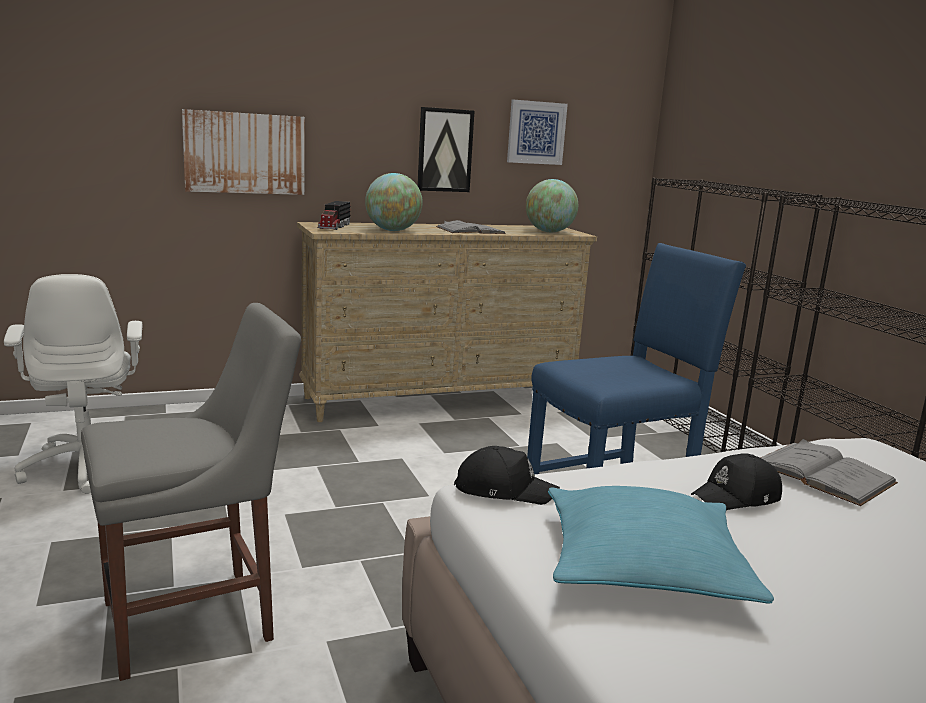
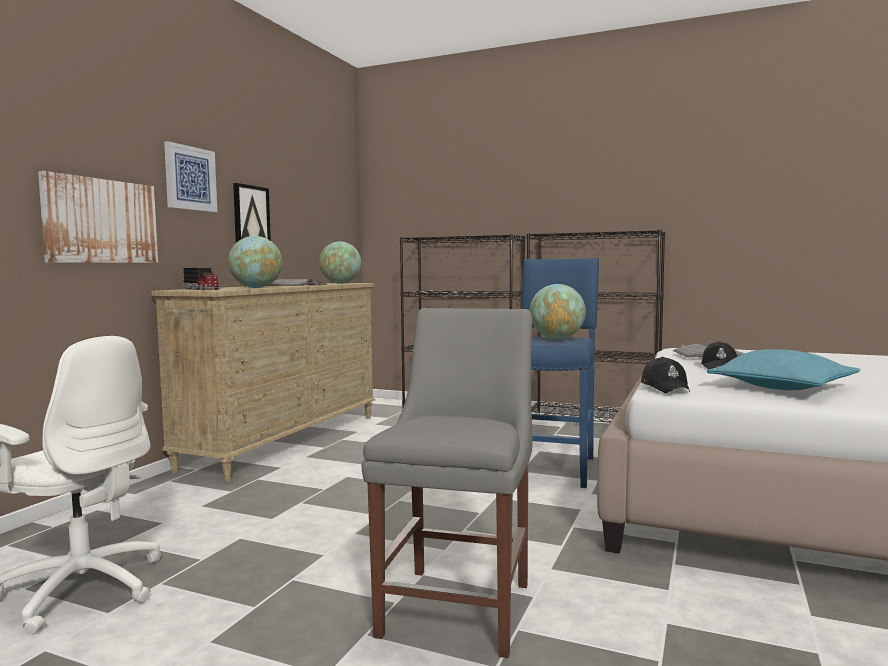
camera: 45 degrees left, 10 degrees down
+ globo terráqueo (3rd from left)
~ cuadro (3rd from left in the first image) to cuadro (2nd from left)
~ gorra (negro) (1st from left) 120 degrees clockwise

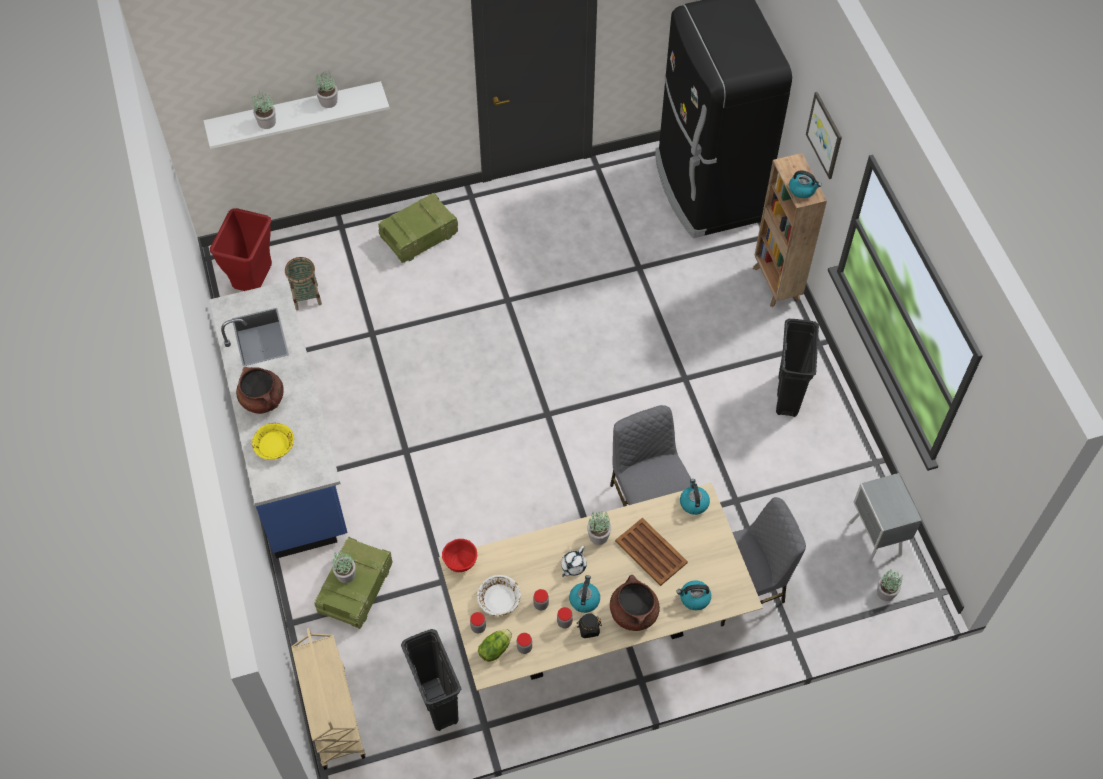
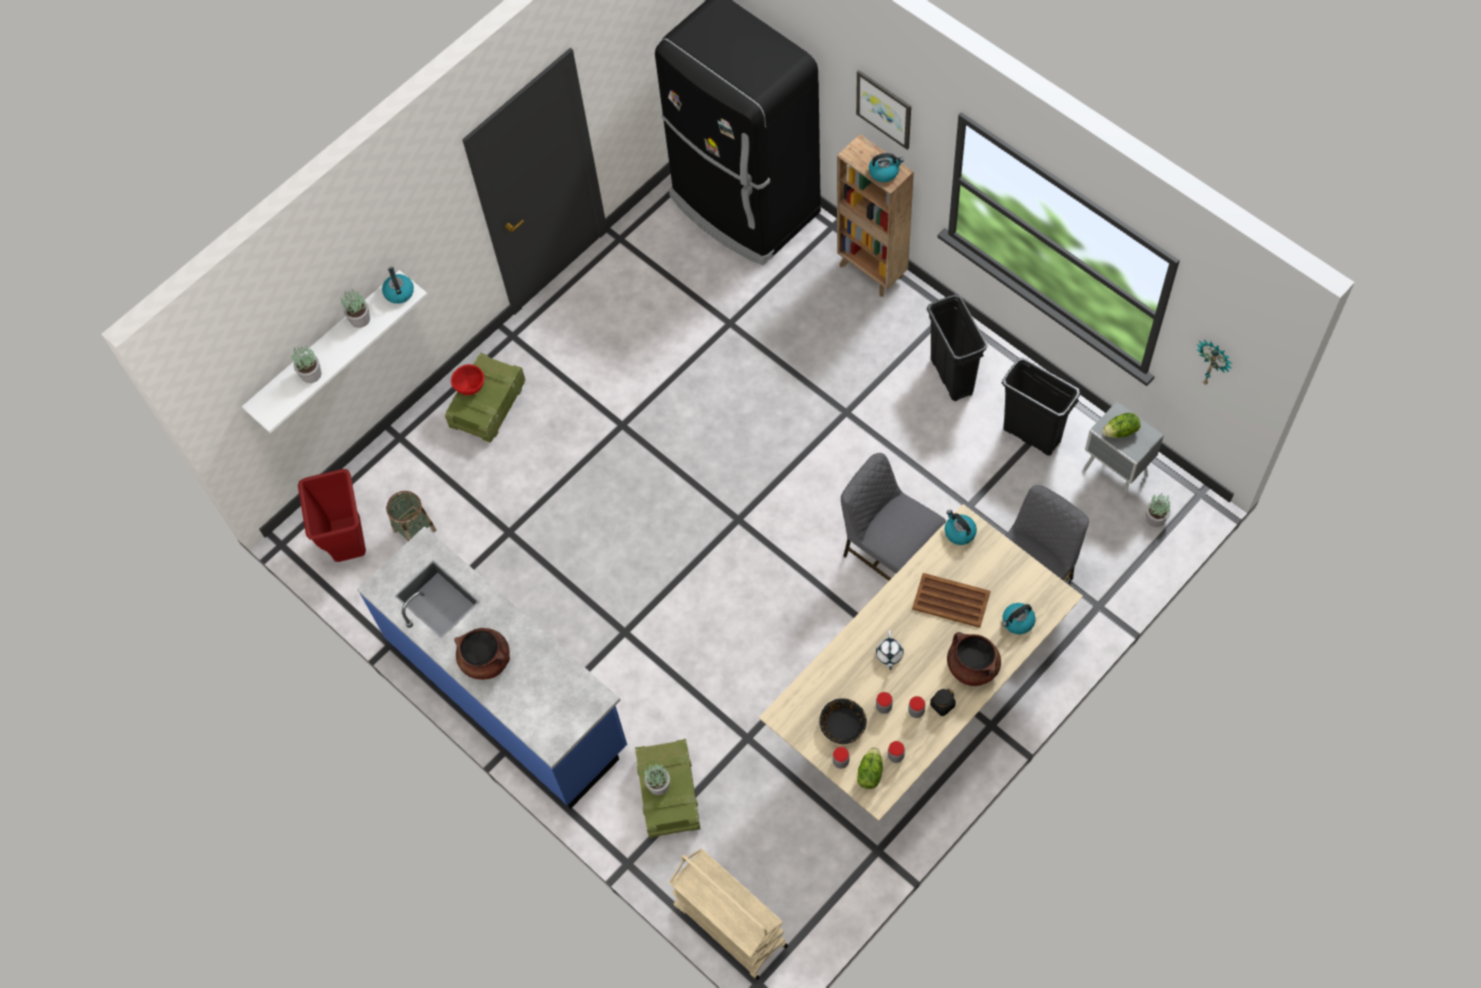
camera: 25 degrees left, 5 degrees up
- cuenco (amarillo)
- planta en maceta (4th from left)
+ lechuga (2nd from left)
+ reloj de pared
~ papelera (negro) (1st from left in the first image) to papelera (negro) (2nd from left)
~ cuenco (rojo)
~ hervidor (1st from left)
~ cuenco (blanco) to cuenco (negro)

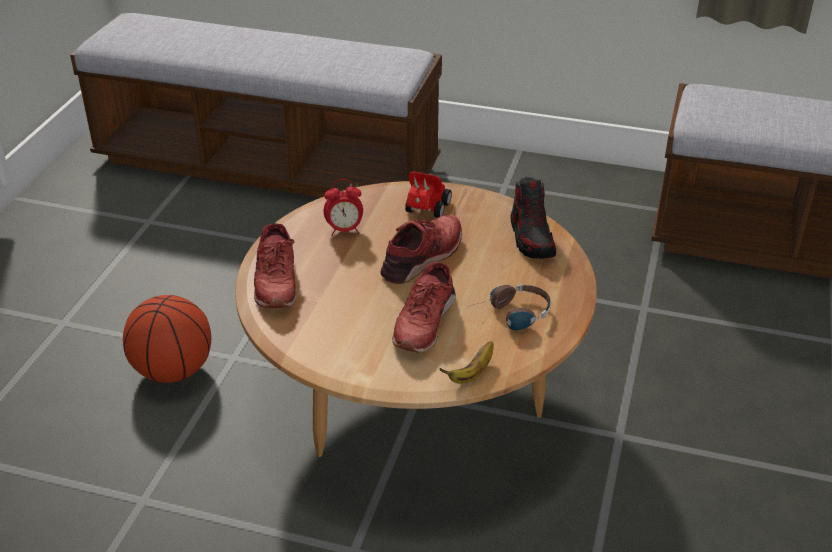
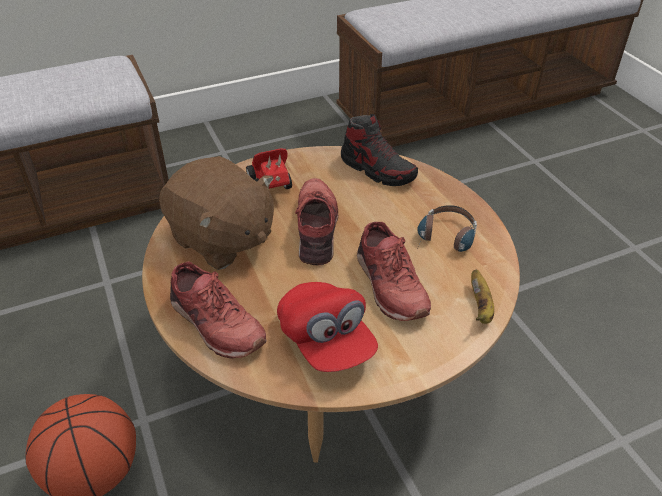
camera: 40 degrees left, 5 degrees up
+ gorra (rojo)
~ despertador to peluche (marrón)

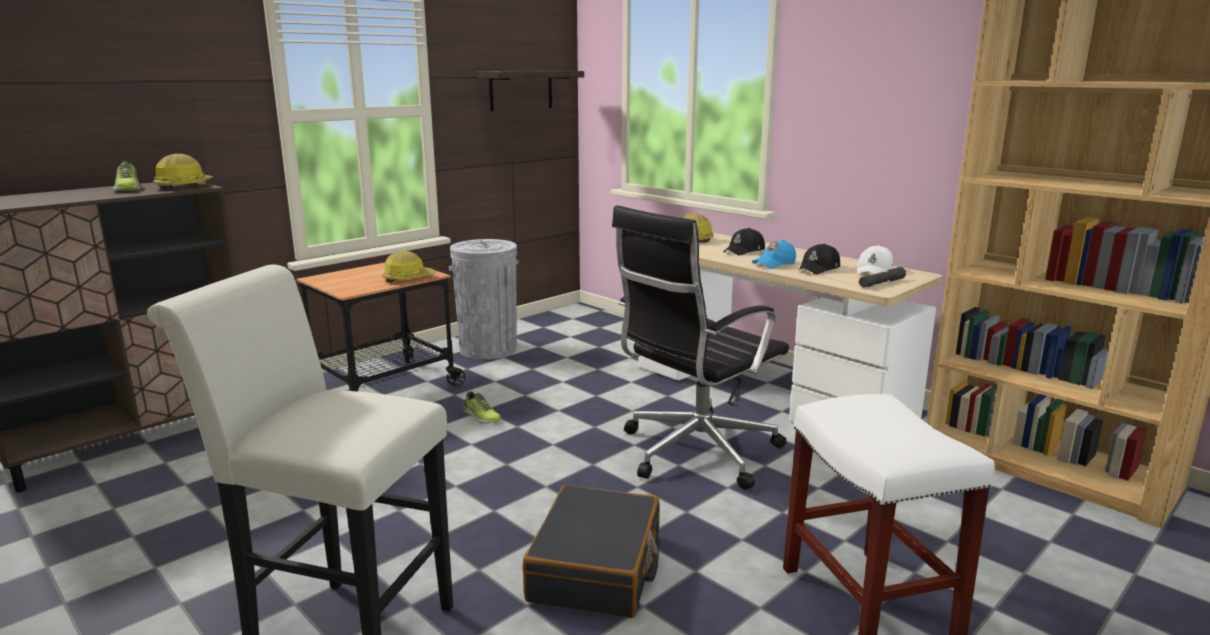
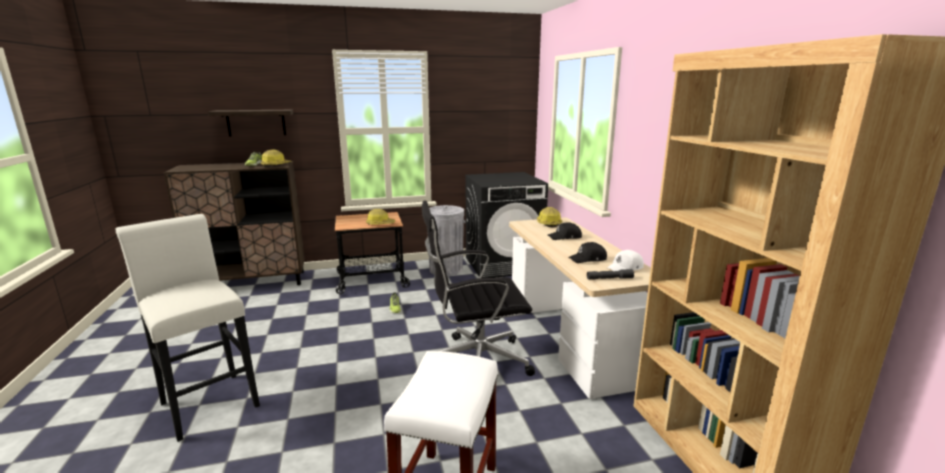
camera: 30 degrees right, 0 degrees up
- maleta (negro)
- gorra (azul)
+ lavadora (negro)
~ estante

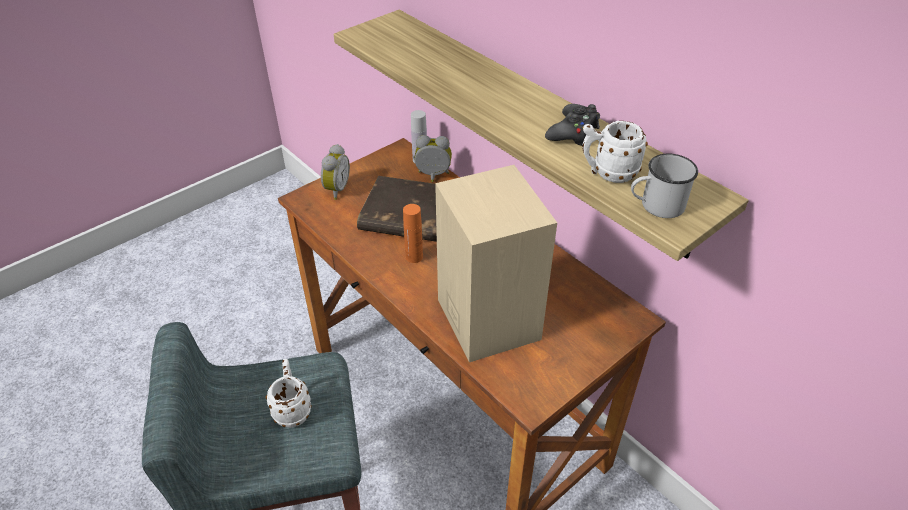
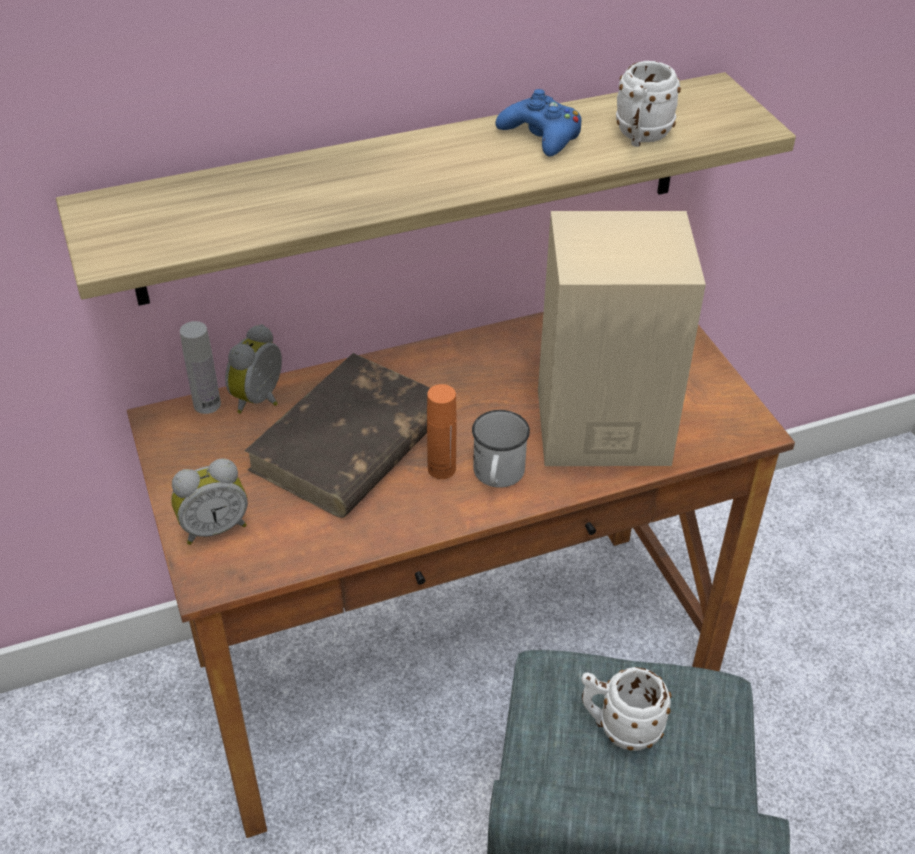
camera: 70 degrees left, 0 degrees up
~ taza grande (blanco) (3rd from left in the first image) to taza grande (blanco) (1st from left)
~ mando de consola (negro) to mando de consola (azul)
~ despertador (1st from left) 120 degrees clockwise

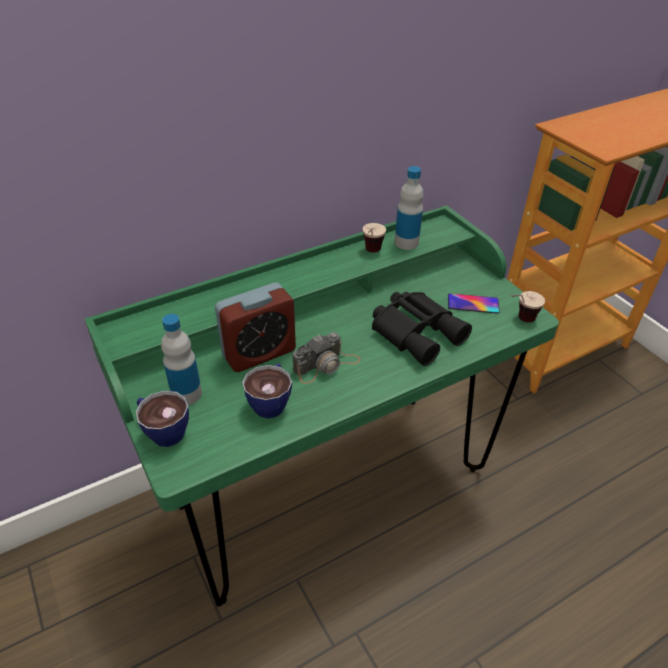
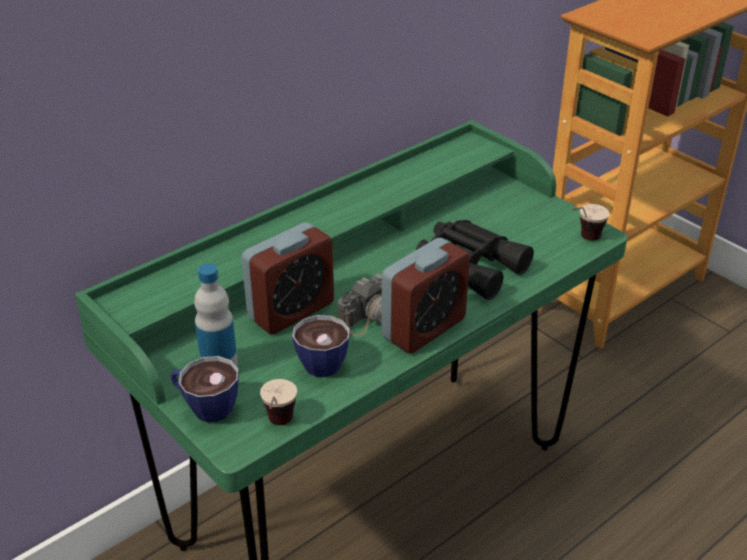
camera: 10 degrees left, 5 degrees down
- botella (2nd from left)
- móvil
+ despertador (2nd from left)
~ taza (3rd from left in the first image) to taza (2nd from left)

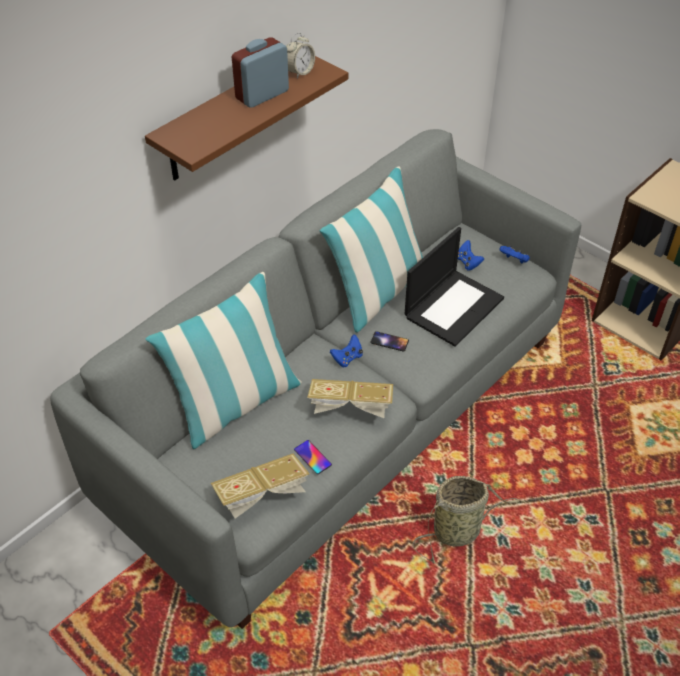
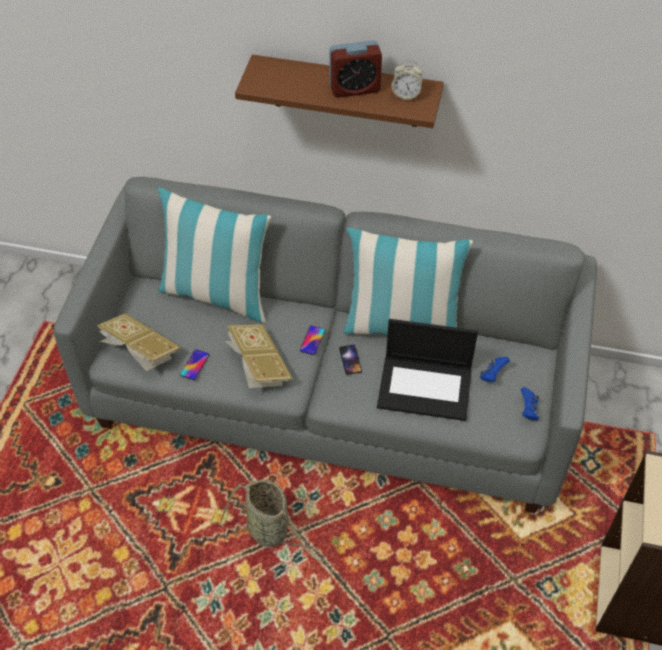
camera: 60 degrees right, 5 degrees up
~ mando de consola (azul) (1st from left) to móvil (2nd from left)
~ despertador (1st from left) 150 degrees clockwise

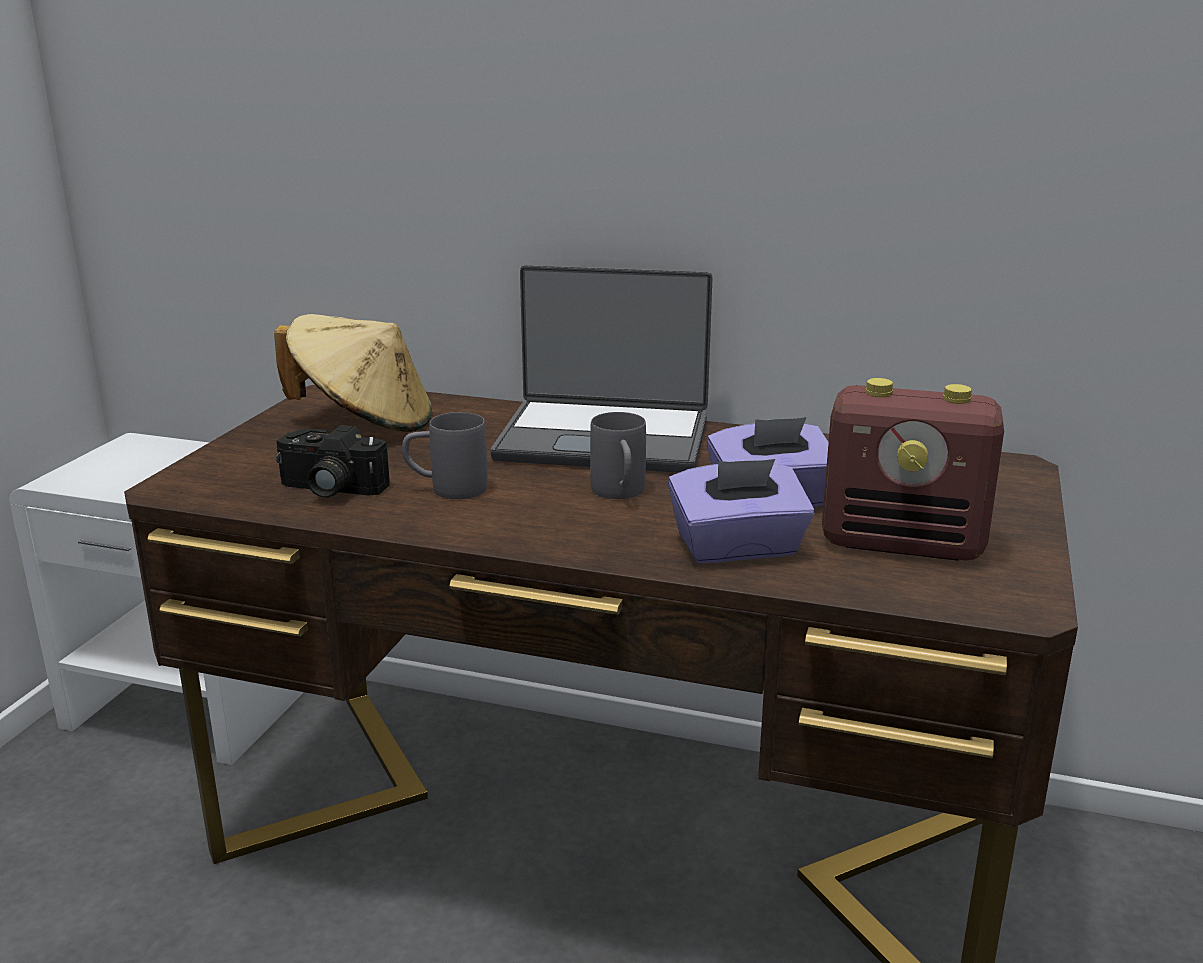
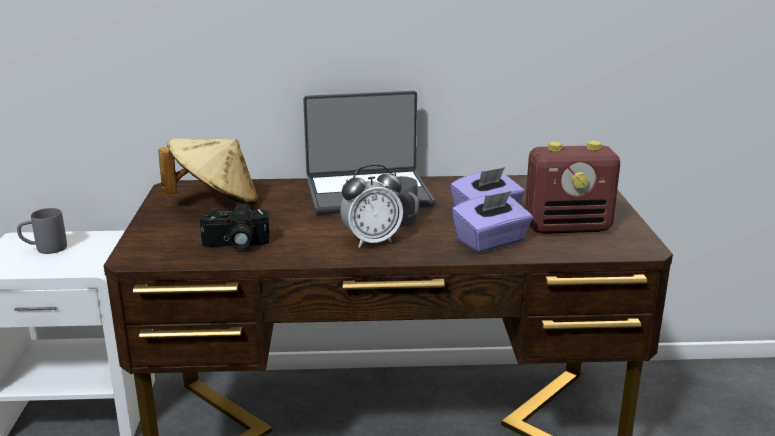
camera: 20 degrees left, 0 degrees up
+ despertador
~ taza grande (gris) (1st from left)

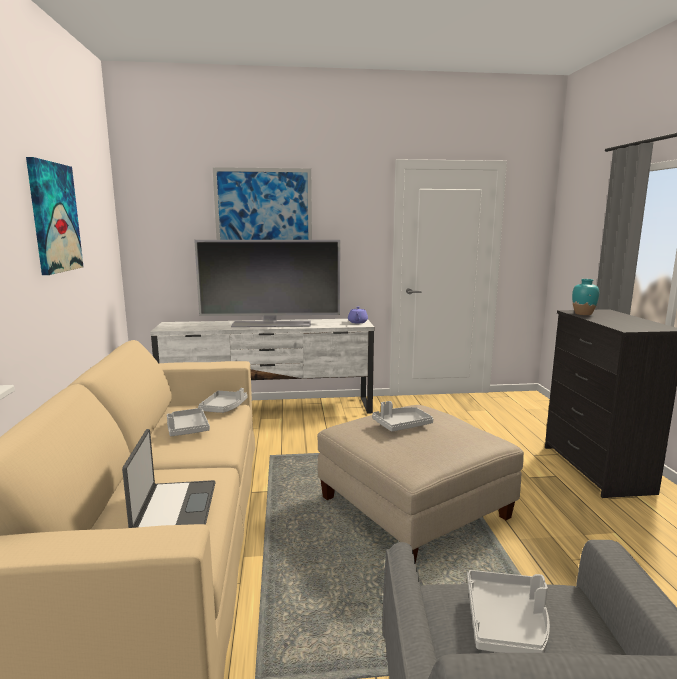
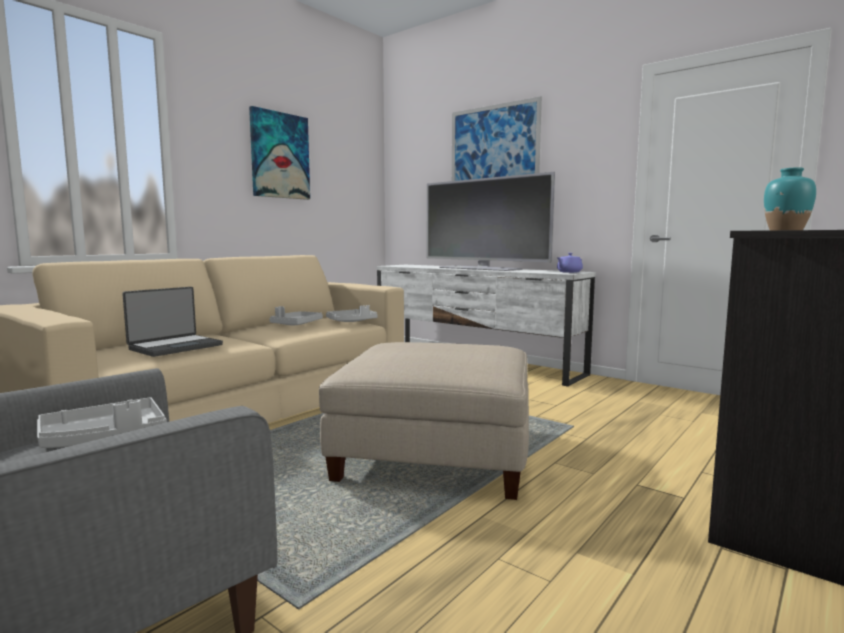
camera: 45 degrees right, 5 degrees down
- bandeja (gris) (3rd from left)

